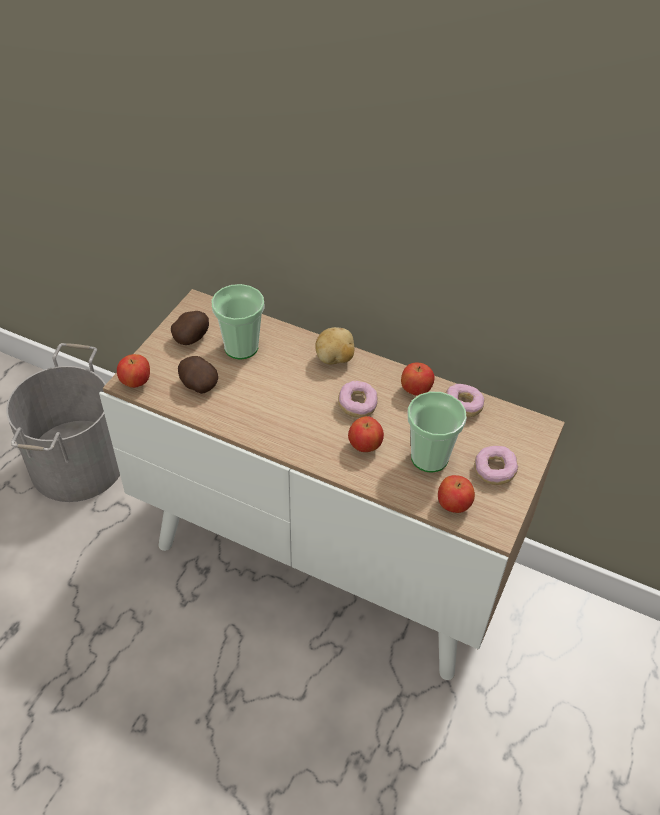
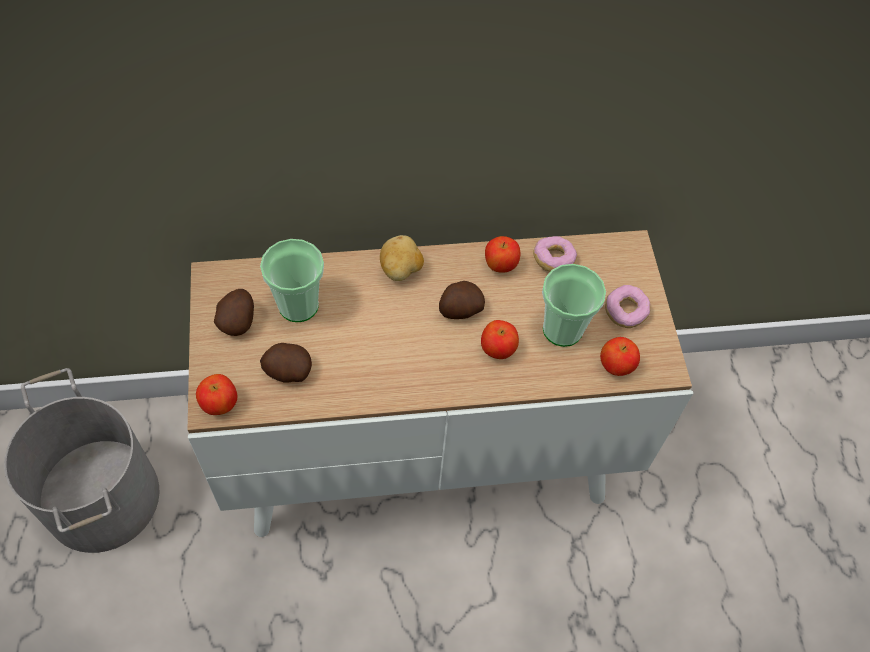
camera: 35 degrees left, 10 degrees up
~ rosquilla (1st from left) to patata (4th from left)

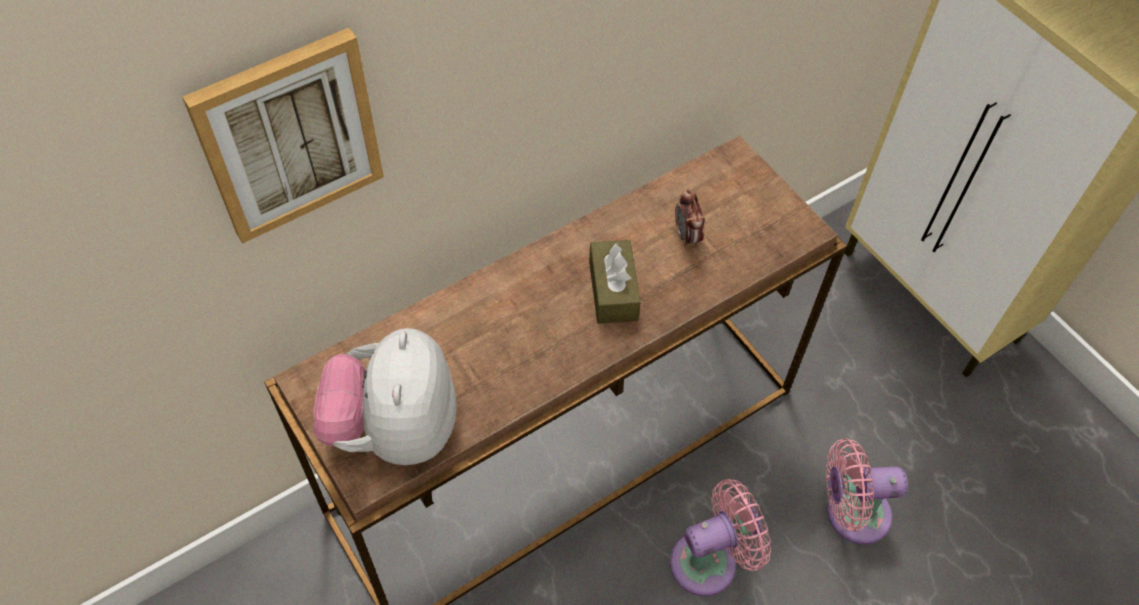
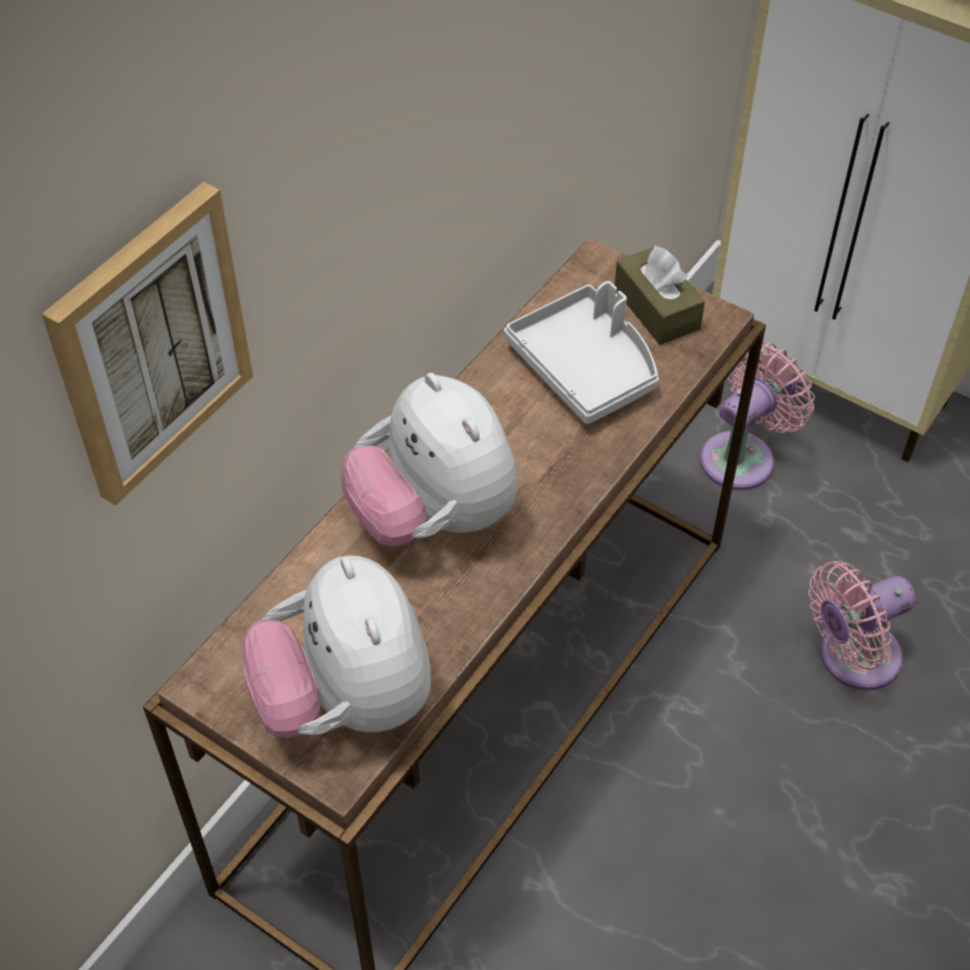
camera: 20 degrees left, 5 degrees down
+ peluche (2nd from left)
~ caja de pañuelos (marrón)
~ ventilador (rosa) (1st from left)
~ despertador to bandeja (gris)

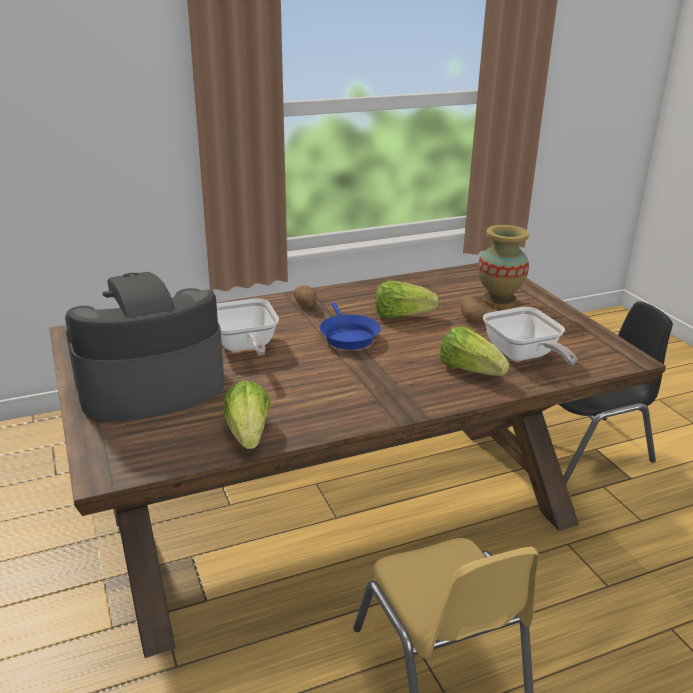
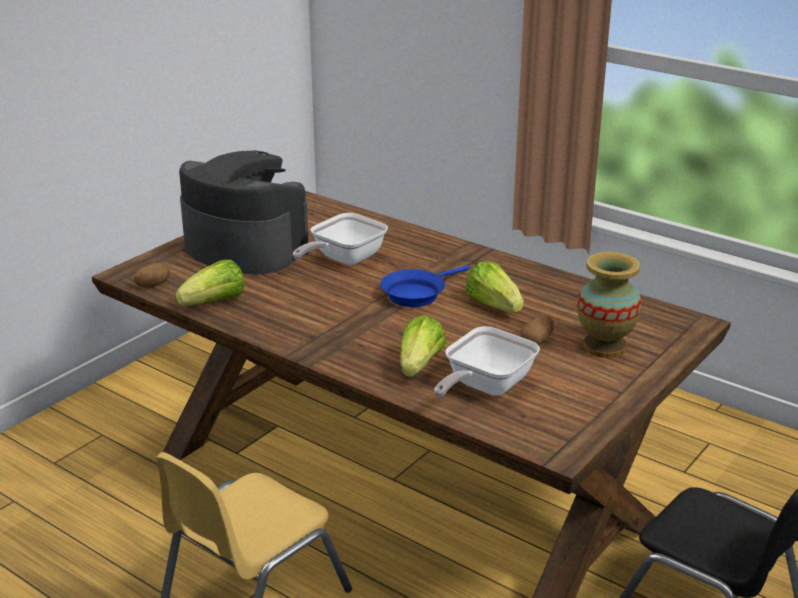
camera: 60 degrees right, 0 degrees up
~ patata (1st from left)

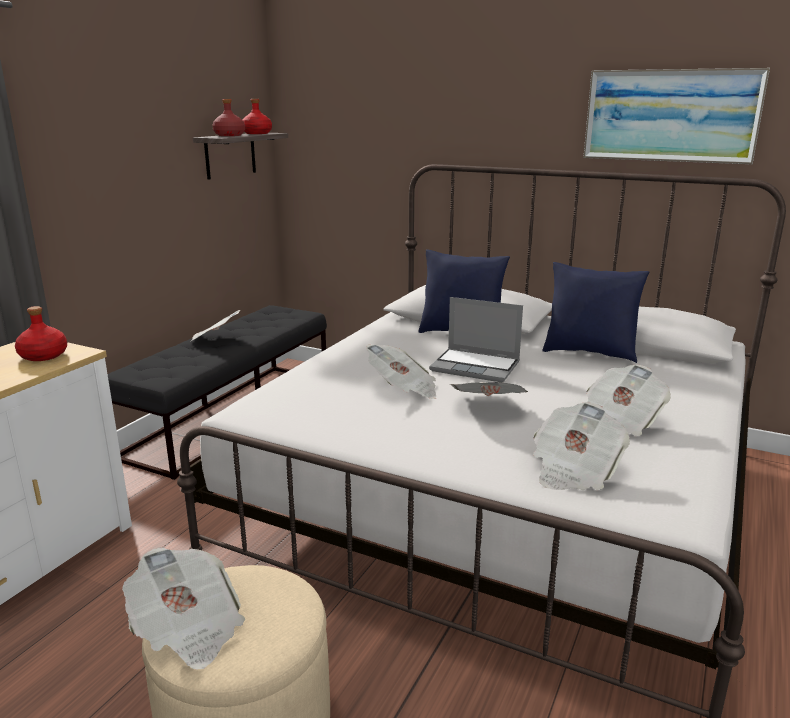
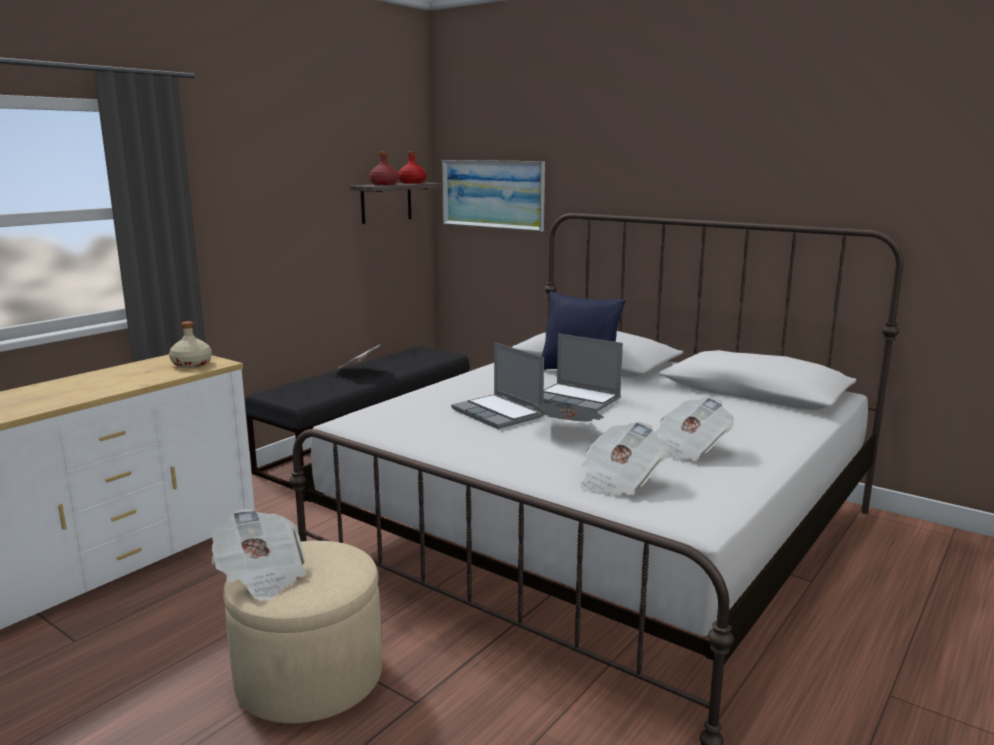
camera: 10 degrees right, 5 degrees down
- cojín (azul) (2nd from left)
~ cuadro
~ periódico (3rd from left) to portátil (1st from left)
~ botella (rojo) (1st from left) to botella (beis)

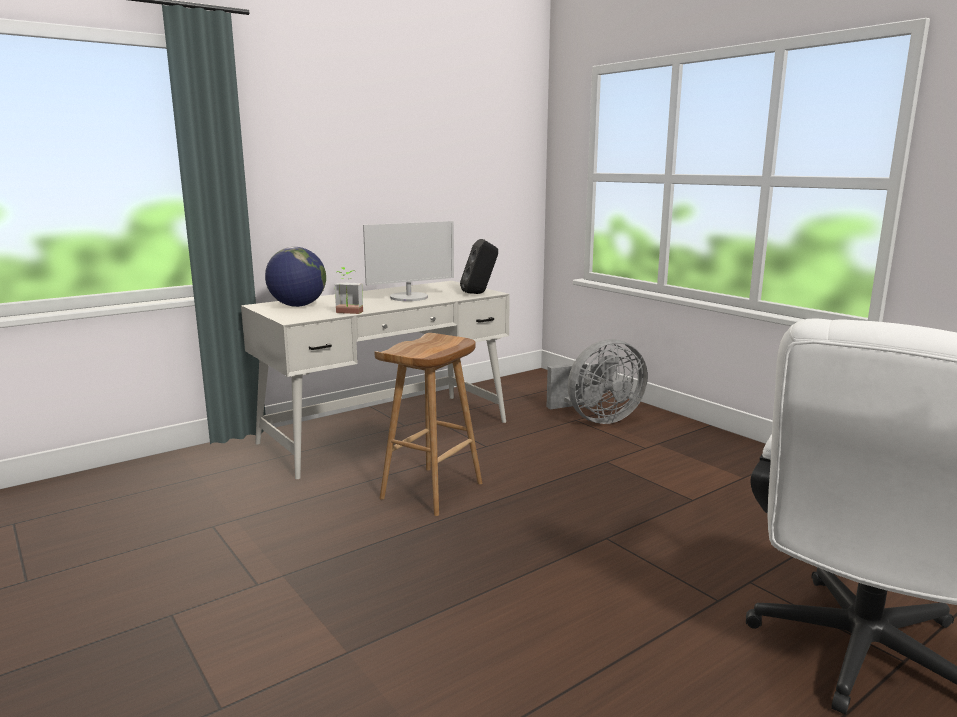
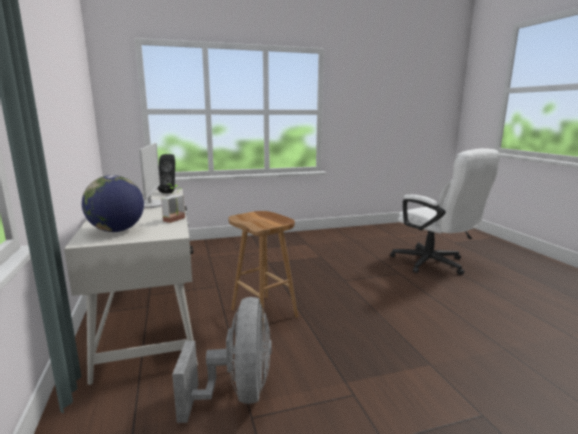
camera: 70 degrees left, 0 degrees up
~ ventilador (gris)

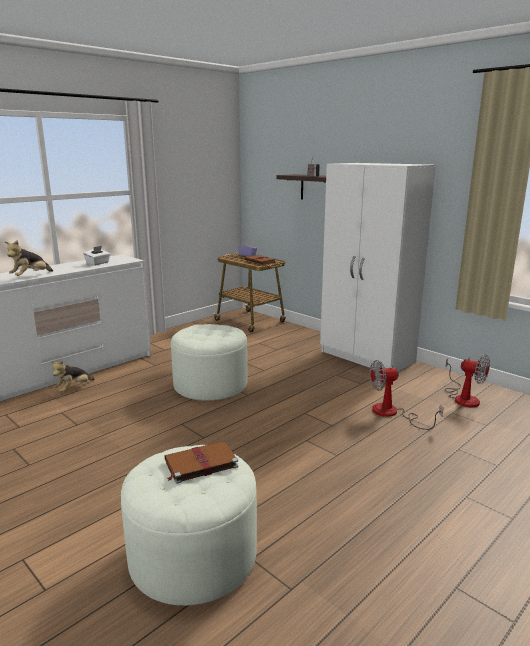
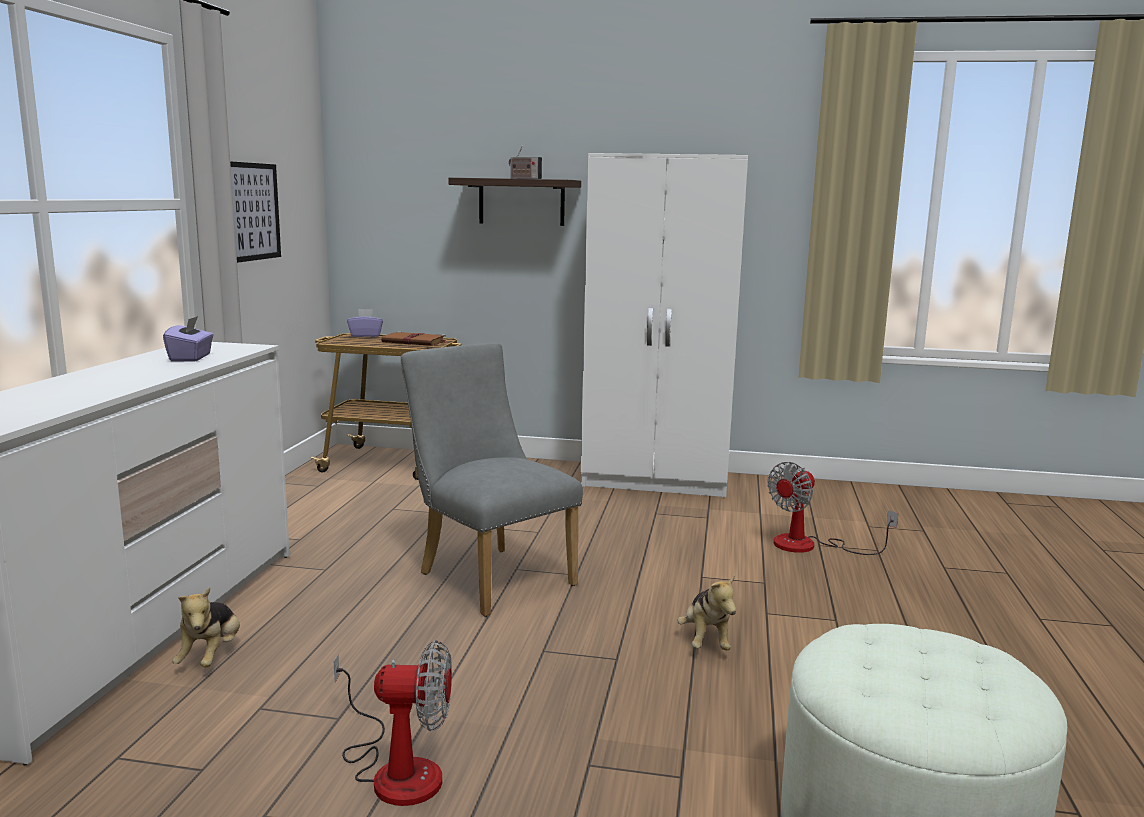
camera: 35 degrees left, 5 degrees down
- libro (marrón) (1st from left)
+ cuadro
~ peluche (1st from left in the first image) to peluche (2nd from left)
~ ventilador (2nd from left in the first image) to ventilador (1st from left)
~ puf (blanco) (2nd from left) to silla (gris)
~ caja de pañuelos (blanco) to caja de pañuelos (morado) (1st from left)

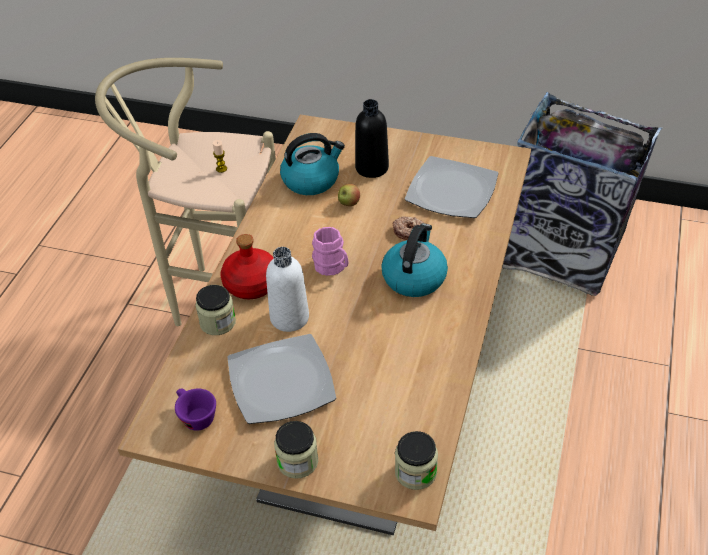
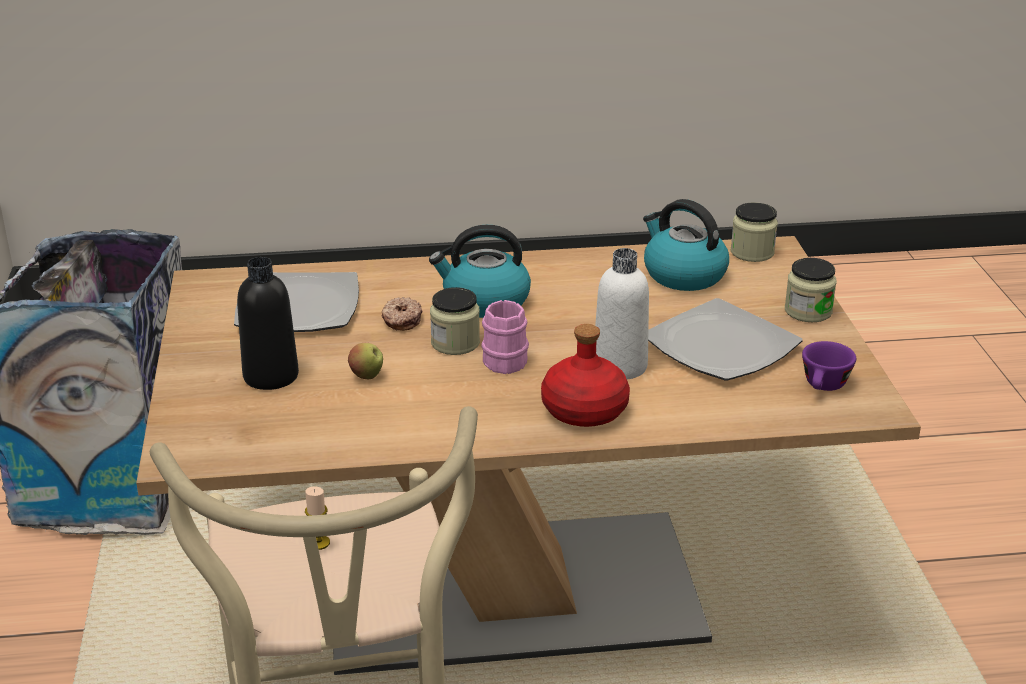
camera: 115 degrees left, 15 degrees down
~ tarro (1st from left)
~ hervidor (1st from left in the first image) to hervidor (2nd from left)

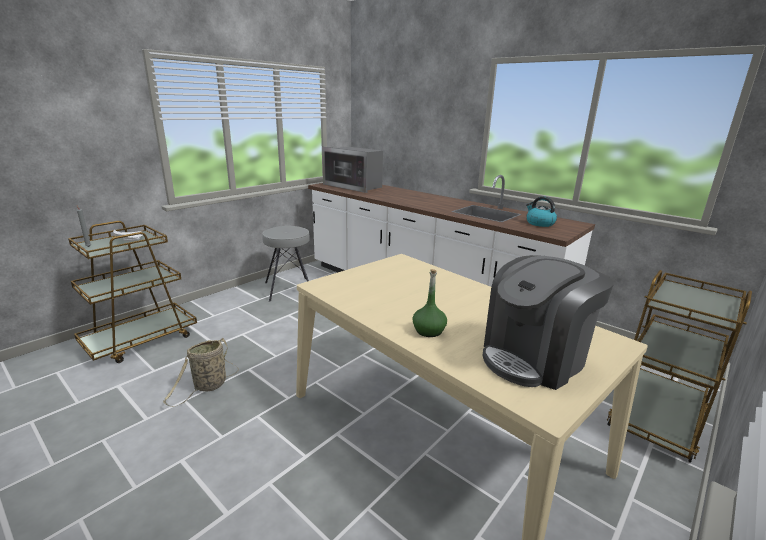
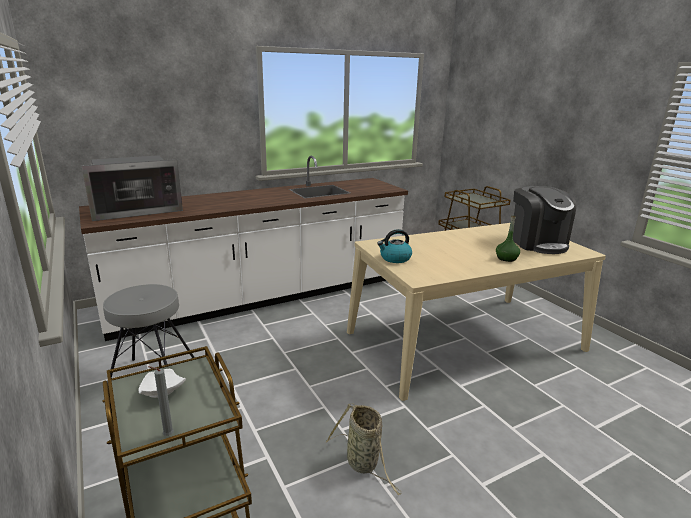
camera: 70 degrees left, 0 degrees up
~ hervidor

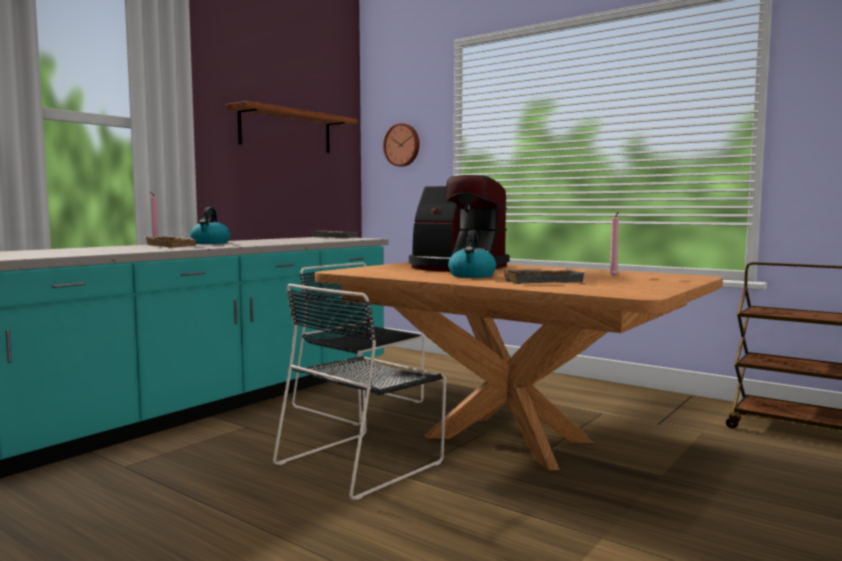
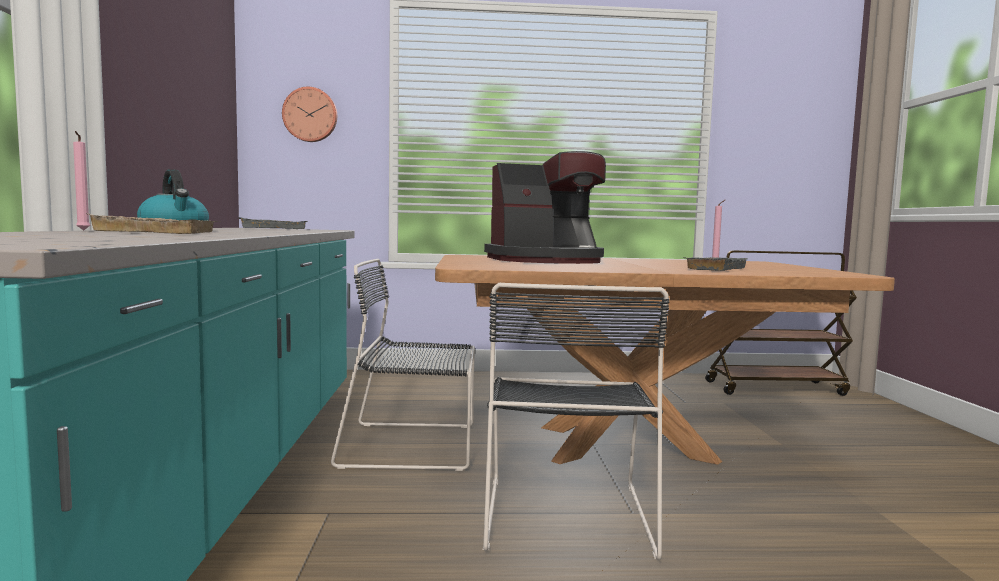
camera: 40 degrees left, 0 degrees up
- estante
- hervidor (2nd from left)

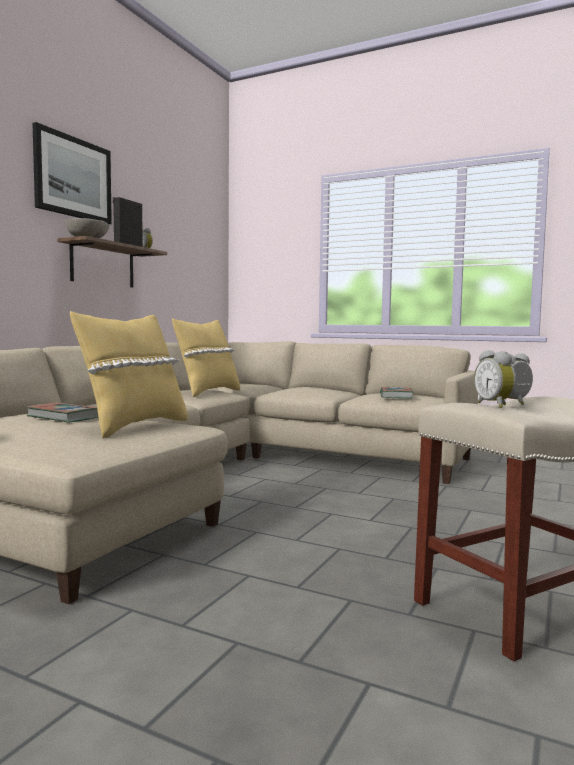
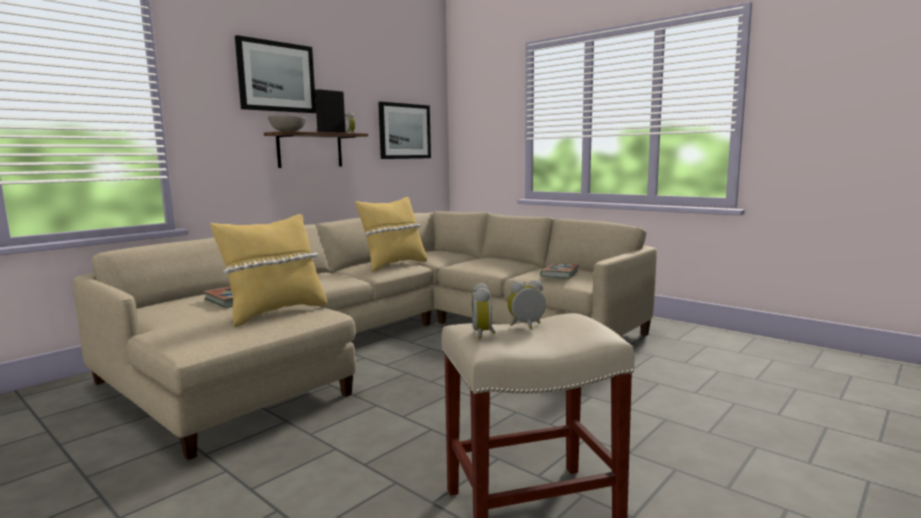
camera: 15 degrees right, 5 degrees up
+ cuadro (2nd from left)

